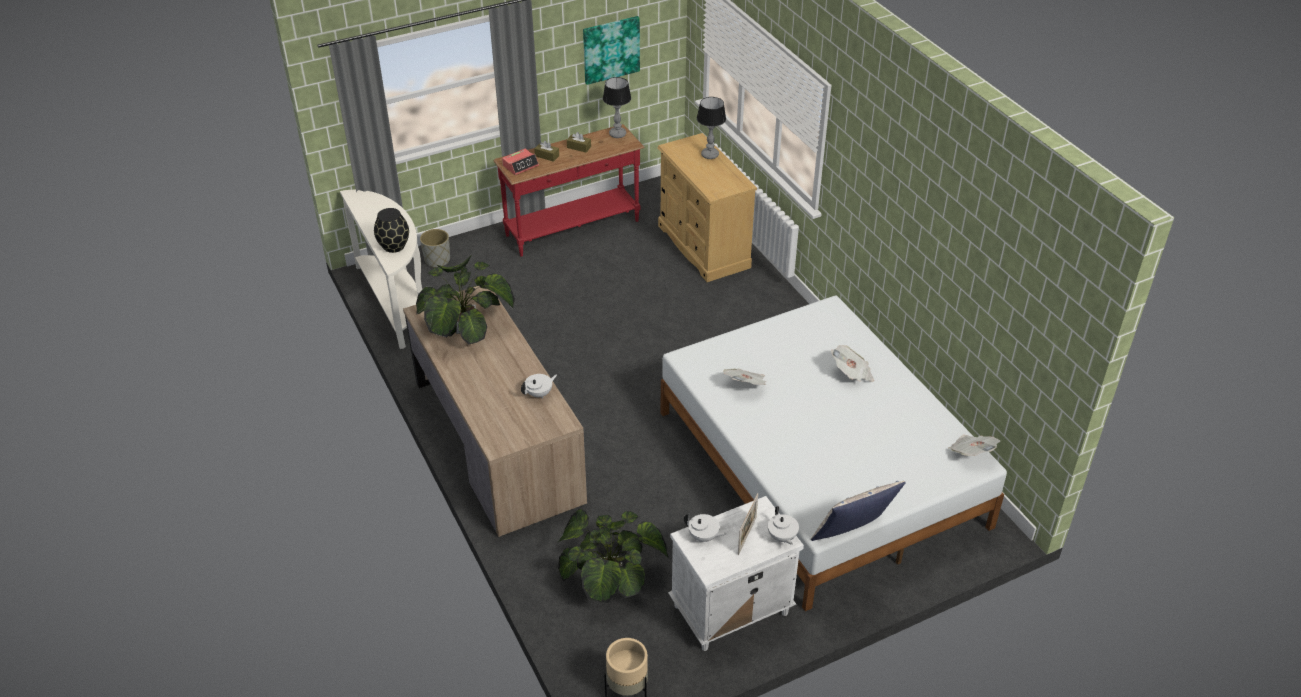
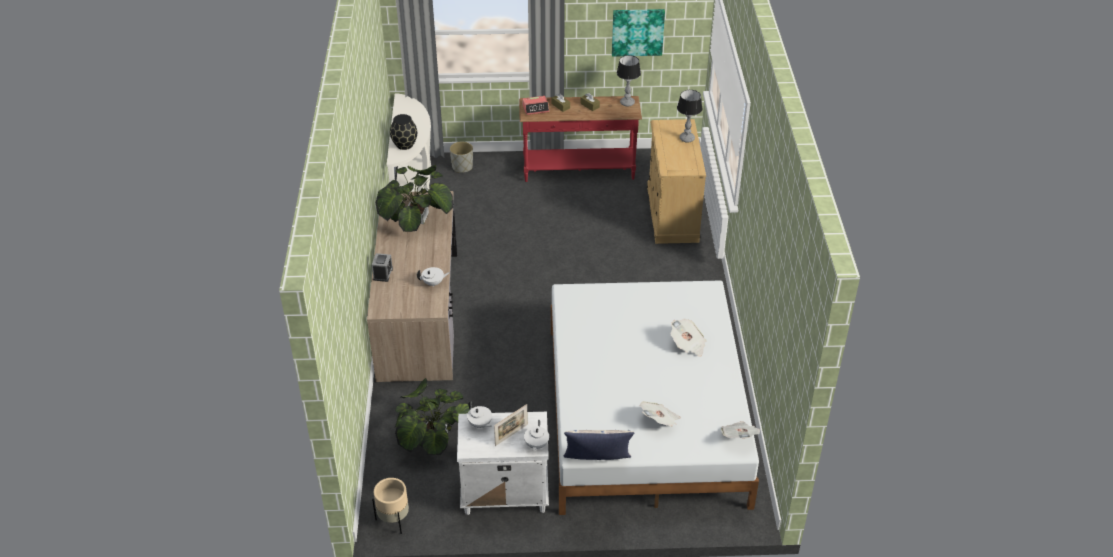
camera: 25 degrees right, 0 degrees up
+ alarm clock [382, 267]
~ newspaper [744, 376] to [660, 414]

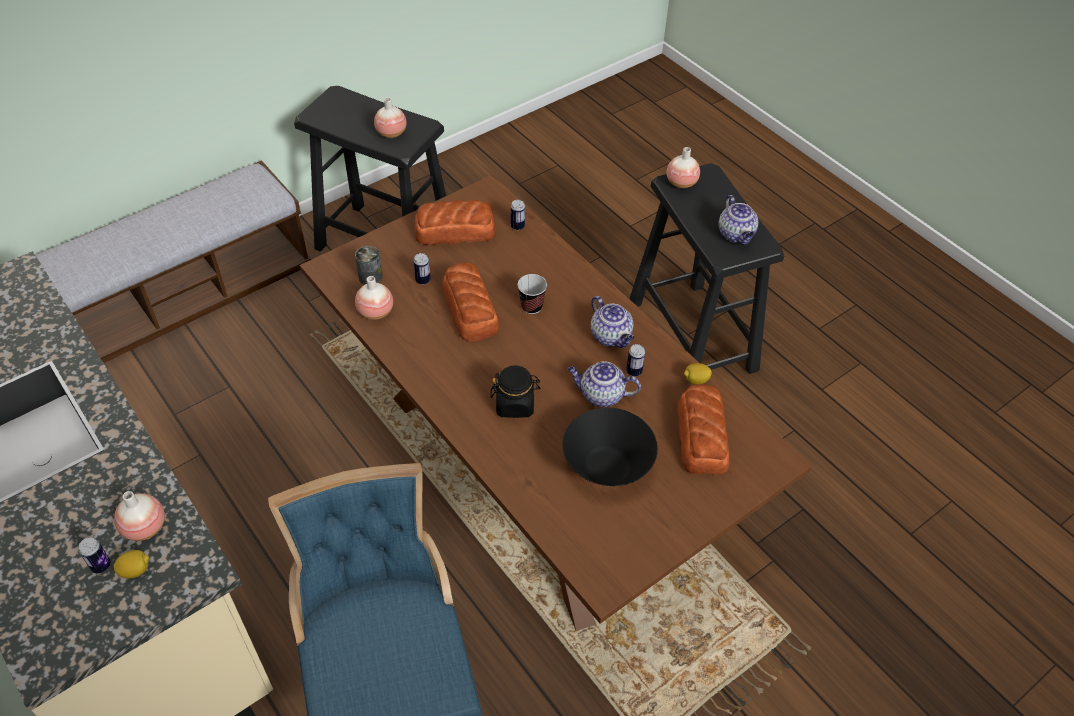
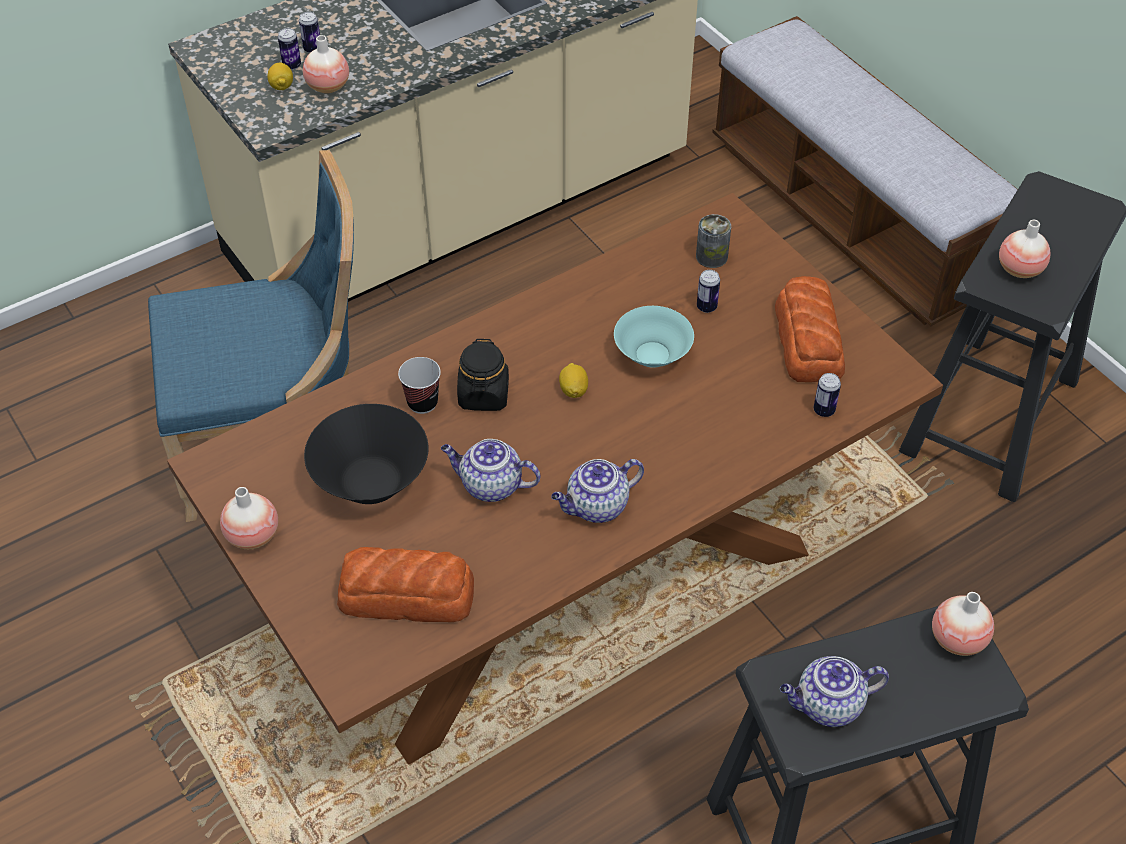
camera: 95 degrees right, 0 degrees up
~ vase [374, 298] to [249, 518]
~ cup [532, 294] to [419, 385]
~ can [635, 360] to [309, 32]
~ lemon [698, 373] to [573, 380]
~ bread [471, 302] to turquoise bowl [654, 337]
~ teapot [604, 384] = [490, 470] 90 degrees counterclockwise

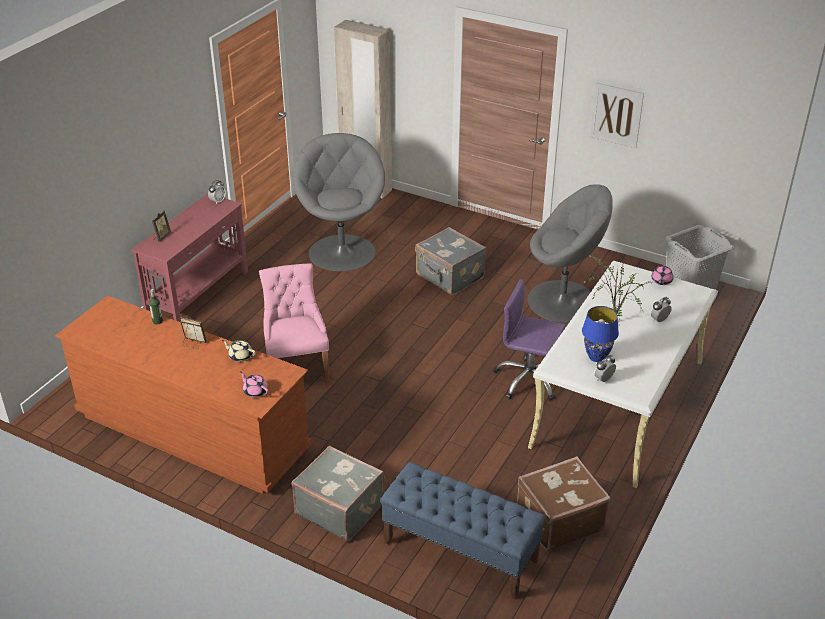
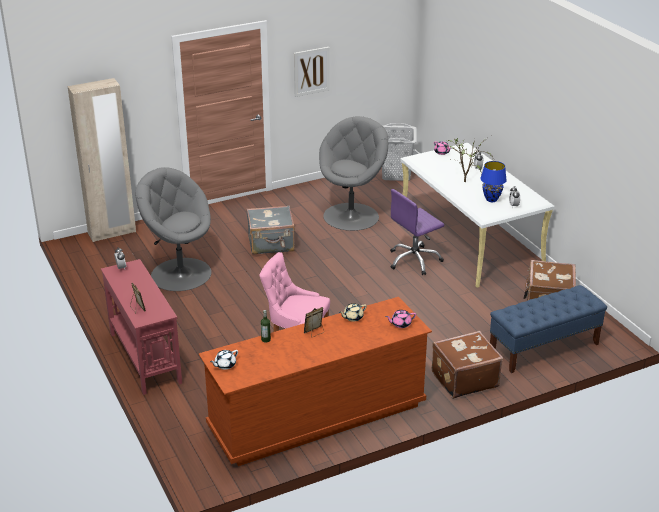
camera: 55 degrees left, 5 degrees down
+ white teapot [224, 360]
~ grey suitcase [338, 494] to brown suitcase [467, 365]

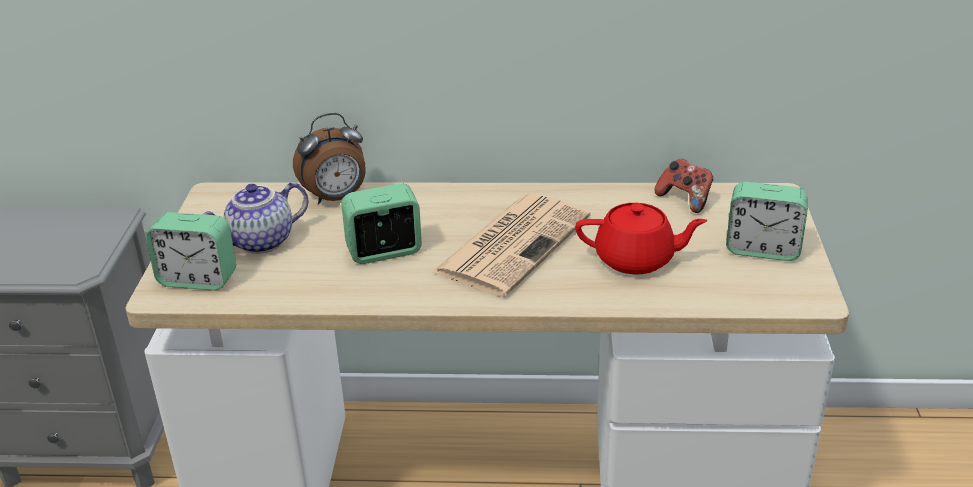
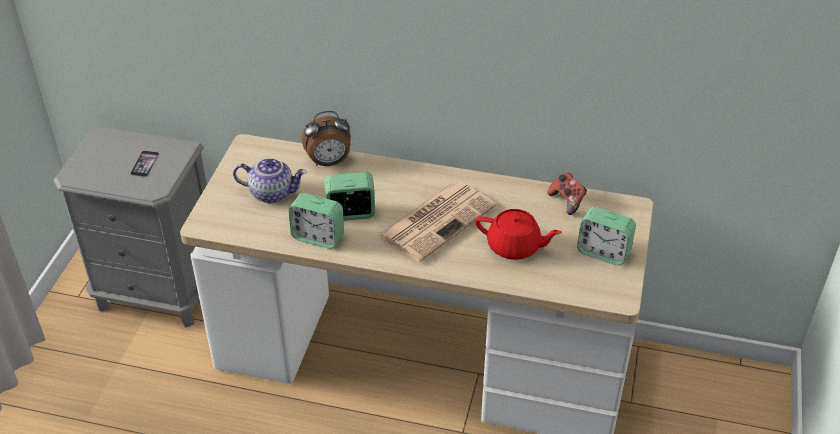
camera: 10 degrees right, 10 degrees up
+ phone [144, 164]
~ alarm clock [191, 251] to [316, 221]
~ teapot [255, 218] = [270, 180] 150 degrees counterclockwise

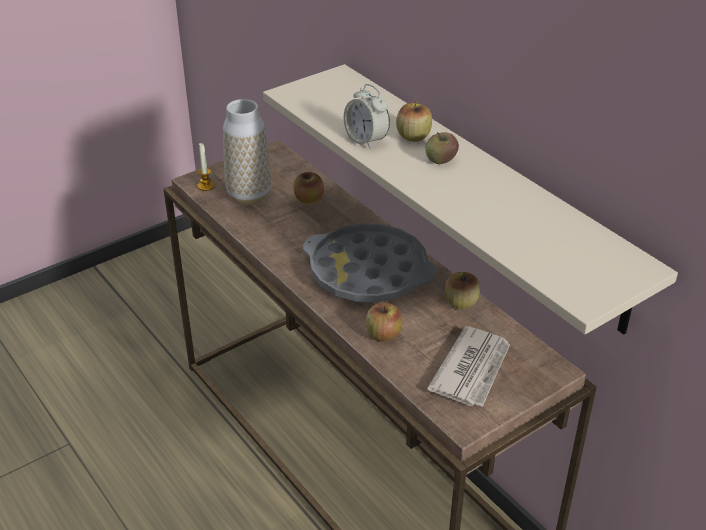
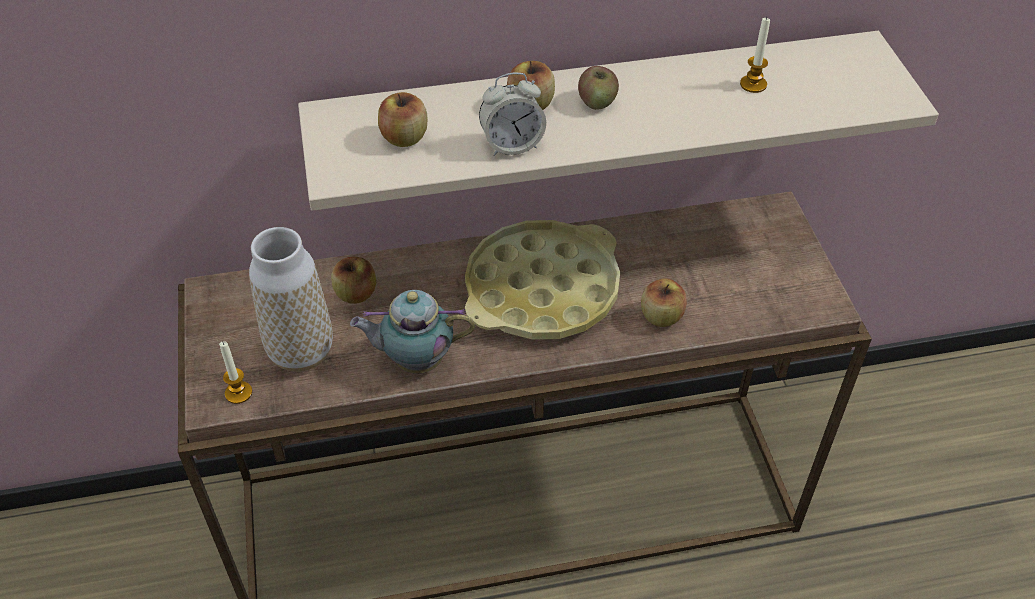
camera: 65 degrees left, 10 degrees up
- newspaper [468, 366]
+ teapot [412, 332]
+ candle [755, 55]
~ apple [462, 290] to [402, 119]
~ grey tray [370, 262] to yellow tray [542, 280]

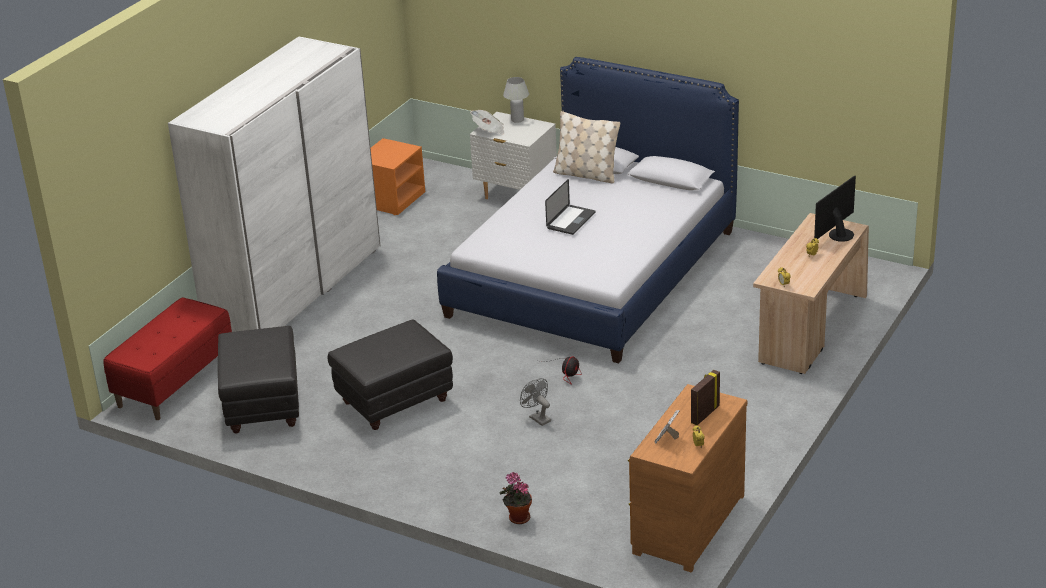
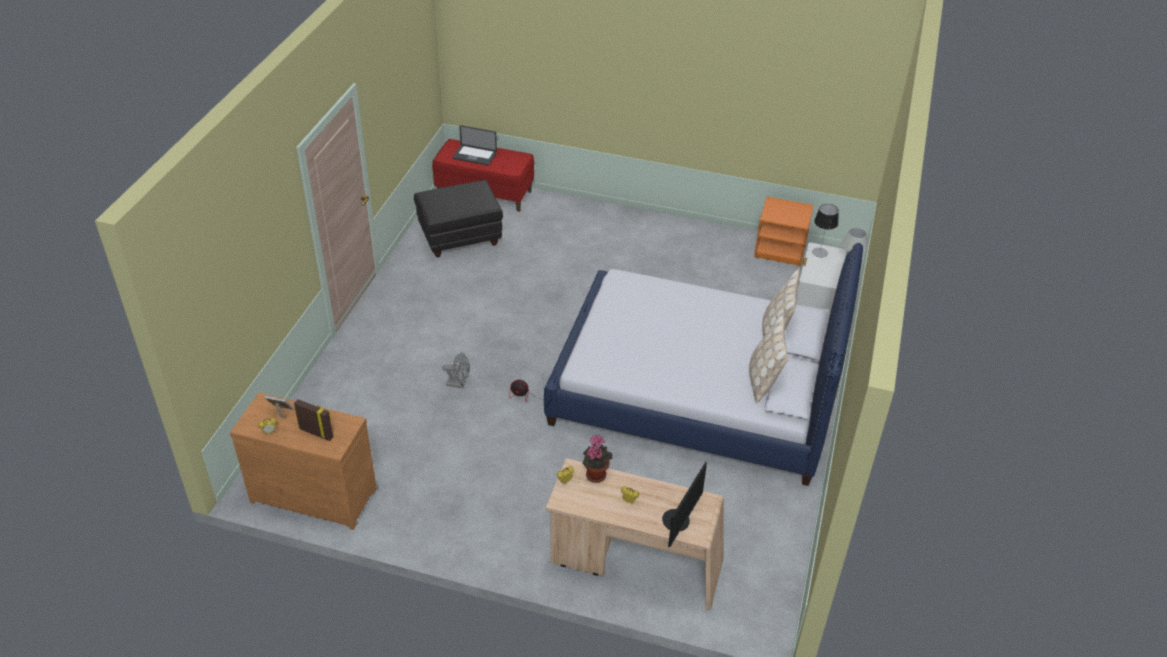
camera: 75 degrees right, 10 degrees up
- white wardrobe [274, 184]
- black ottoman [390, 374]
+ beige pillow [768, 358]
~ potted plant [515, 498] to [597, 458]
~ laptop [570, 207] to [475, 145]
~ newspaper [487, 122] to table lamp [825, 230]
~ grey fan [535, 402] = [456, 370] 60 degrees clockwise
~ monitor [835, 209] = [684, 504] 90 degrees clockwise

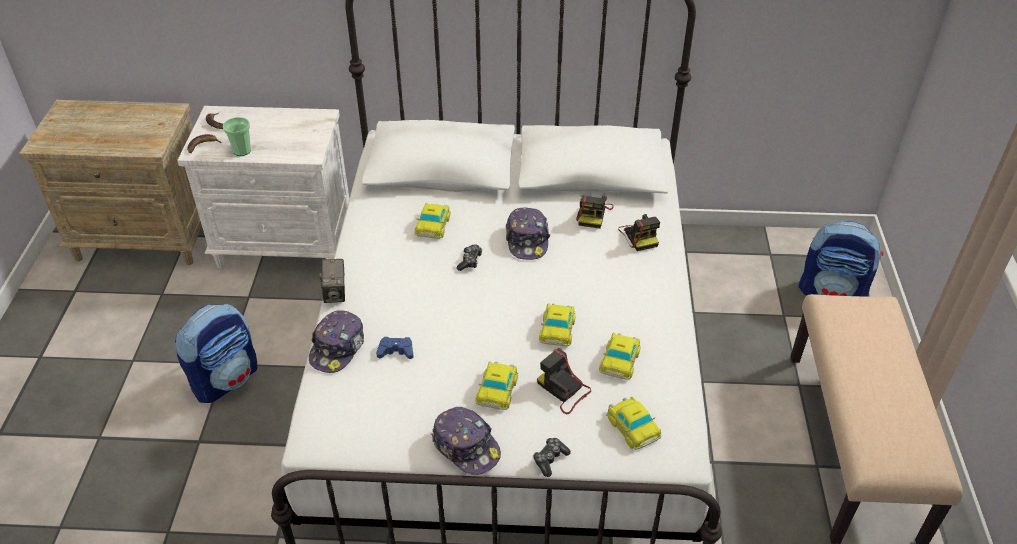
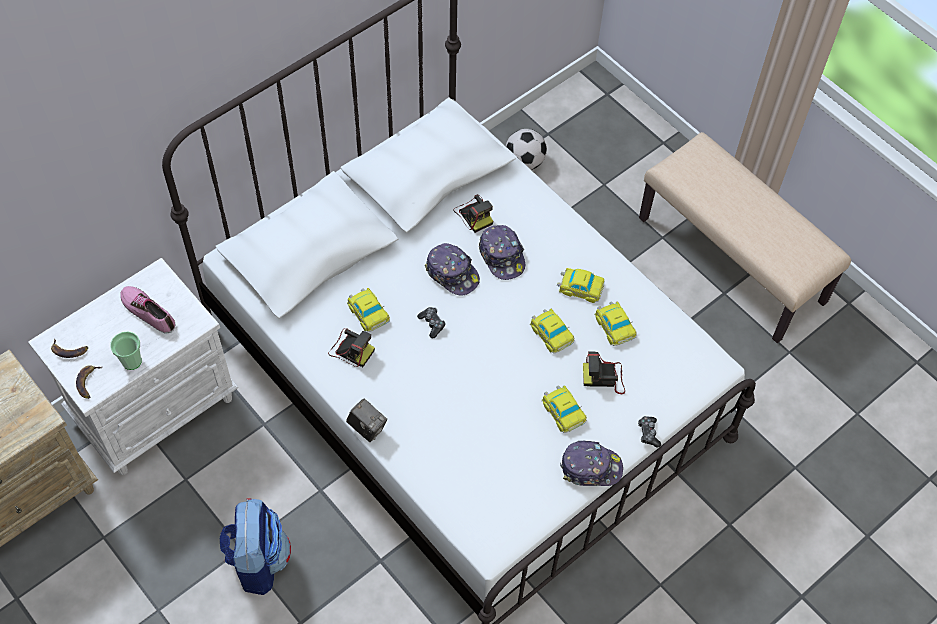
camera: 45 degrees left, 15 degrees up
- blue game controller [395, 348]
- backpack [841, 259]
+ shoe [148, 309]
+ football [526, 149]
~ cap [336, 341] to [502, 252]
~ toy car [634, 423] to [581, 285]
~ photo camera [639, 232] to [351, 347]

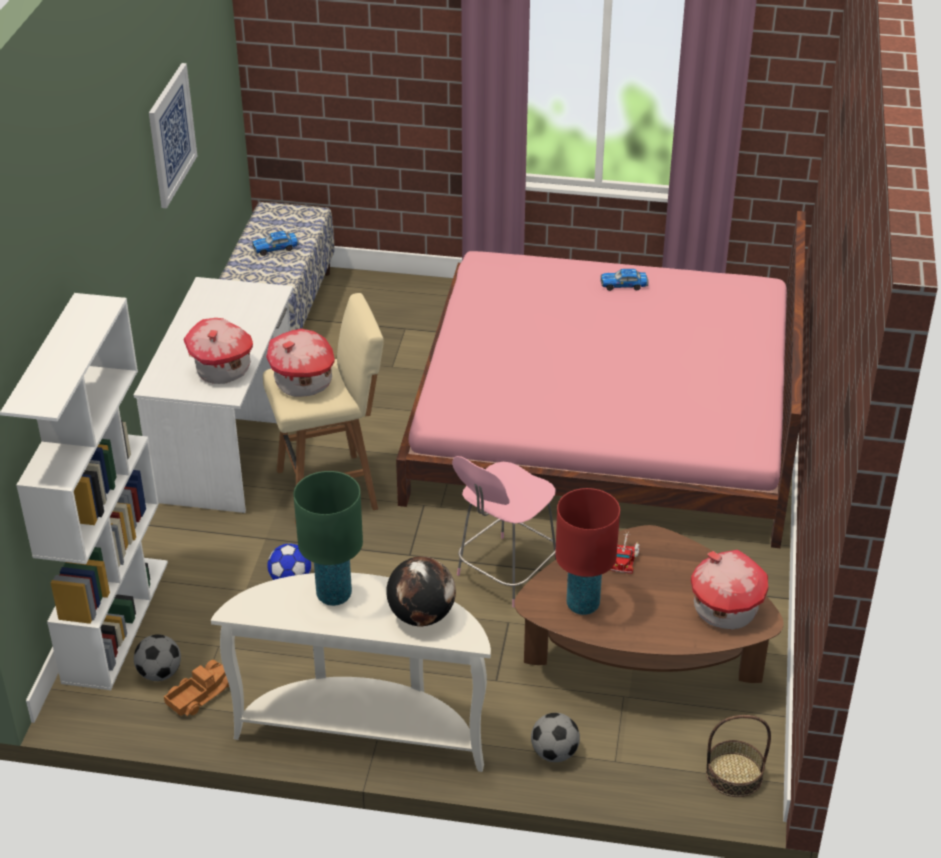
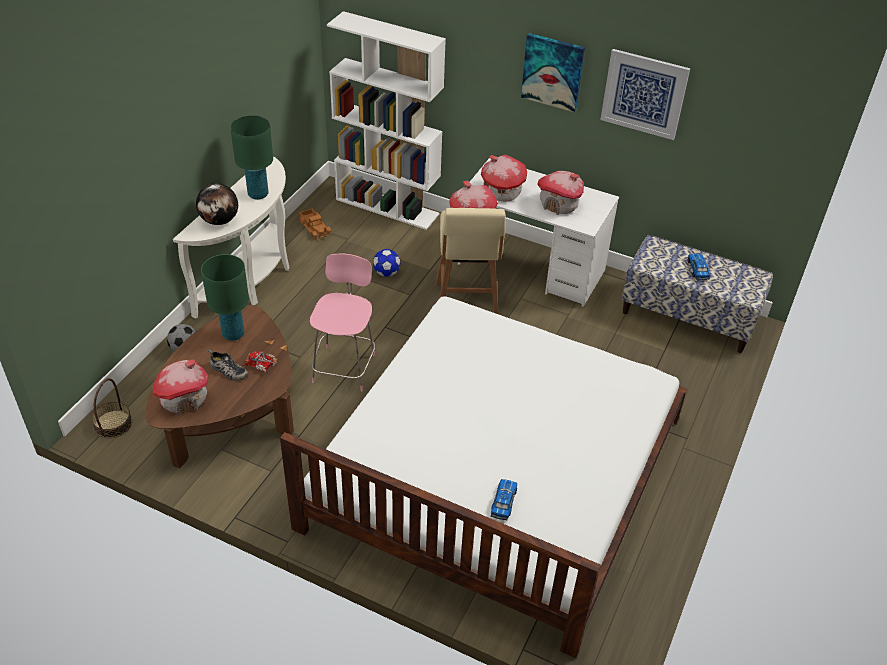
camera: 105 degrees right, 5 degrees up
- football [157, 657]
+ shoe [228, 365]
+ picture [553, 72]
+ toy house [561, 193]
~ toy car [625, 280] to [504, 500]
~ pink bed [601, 379] to white bed [483, 477]
~ red table lamp [587, 551] to green table lamp [225, 297]
~ pink chair [504, 532] = [342, 322] 45 degrees clockwise

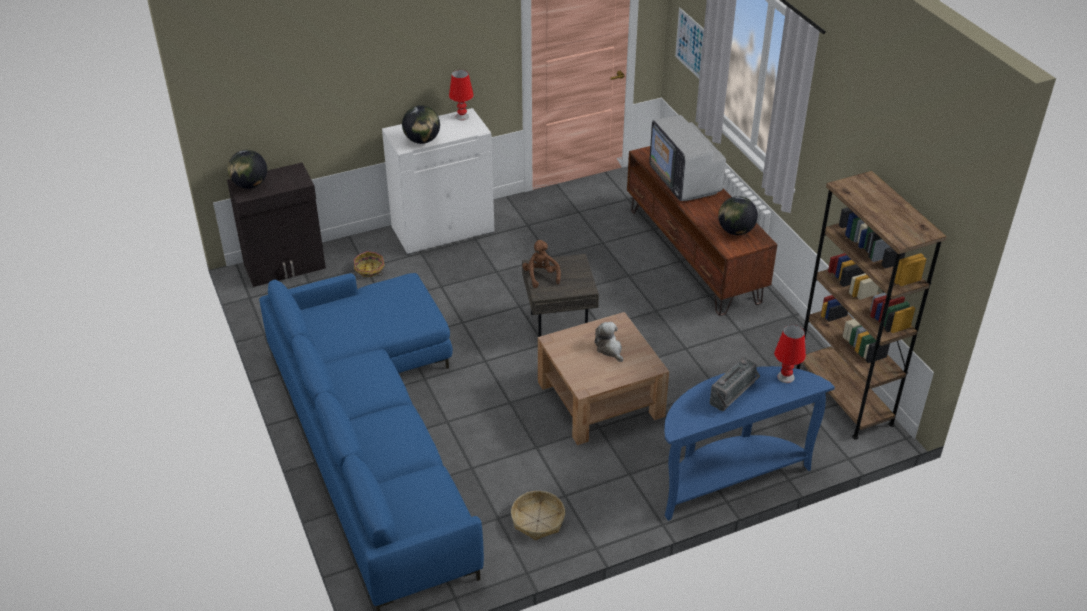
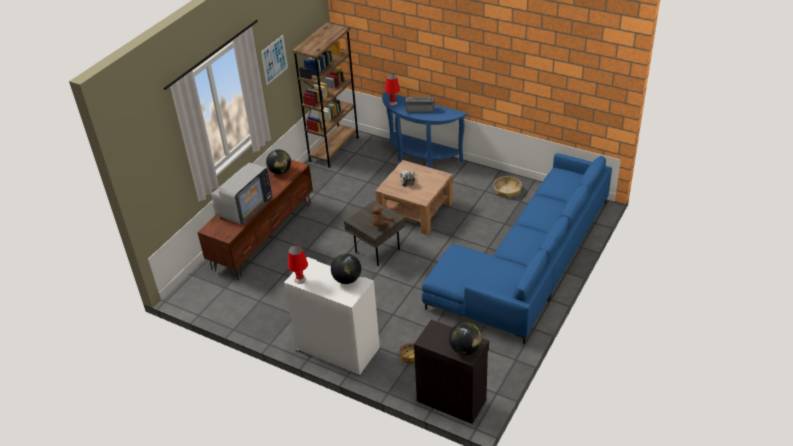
camera: 125 degrees left, 0 degrees up
~ picture [689, 42] to [274, 60]

